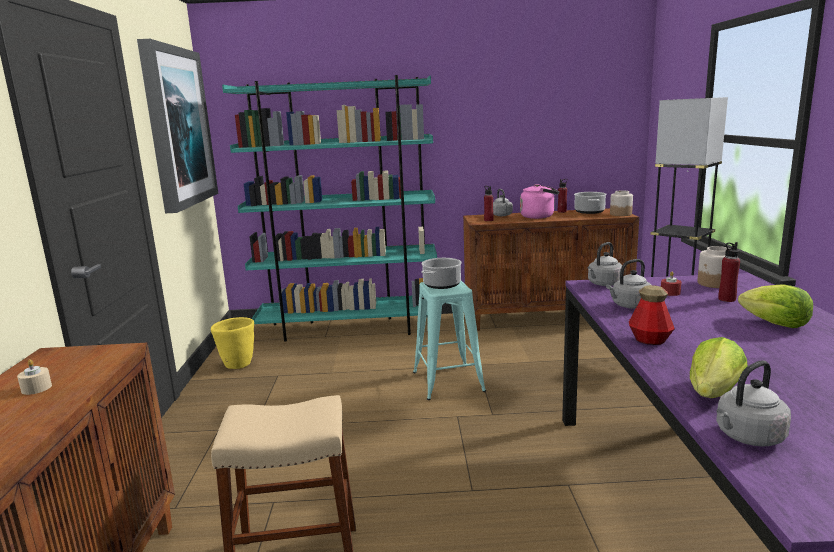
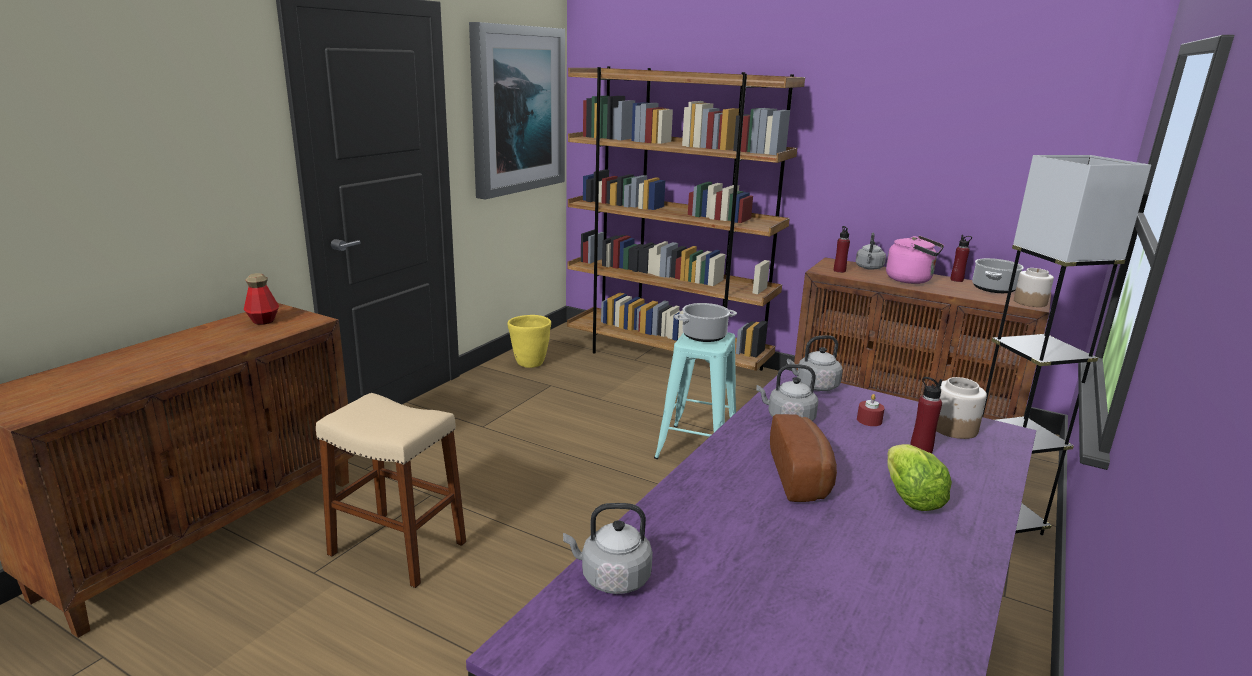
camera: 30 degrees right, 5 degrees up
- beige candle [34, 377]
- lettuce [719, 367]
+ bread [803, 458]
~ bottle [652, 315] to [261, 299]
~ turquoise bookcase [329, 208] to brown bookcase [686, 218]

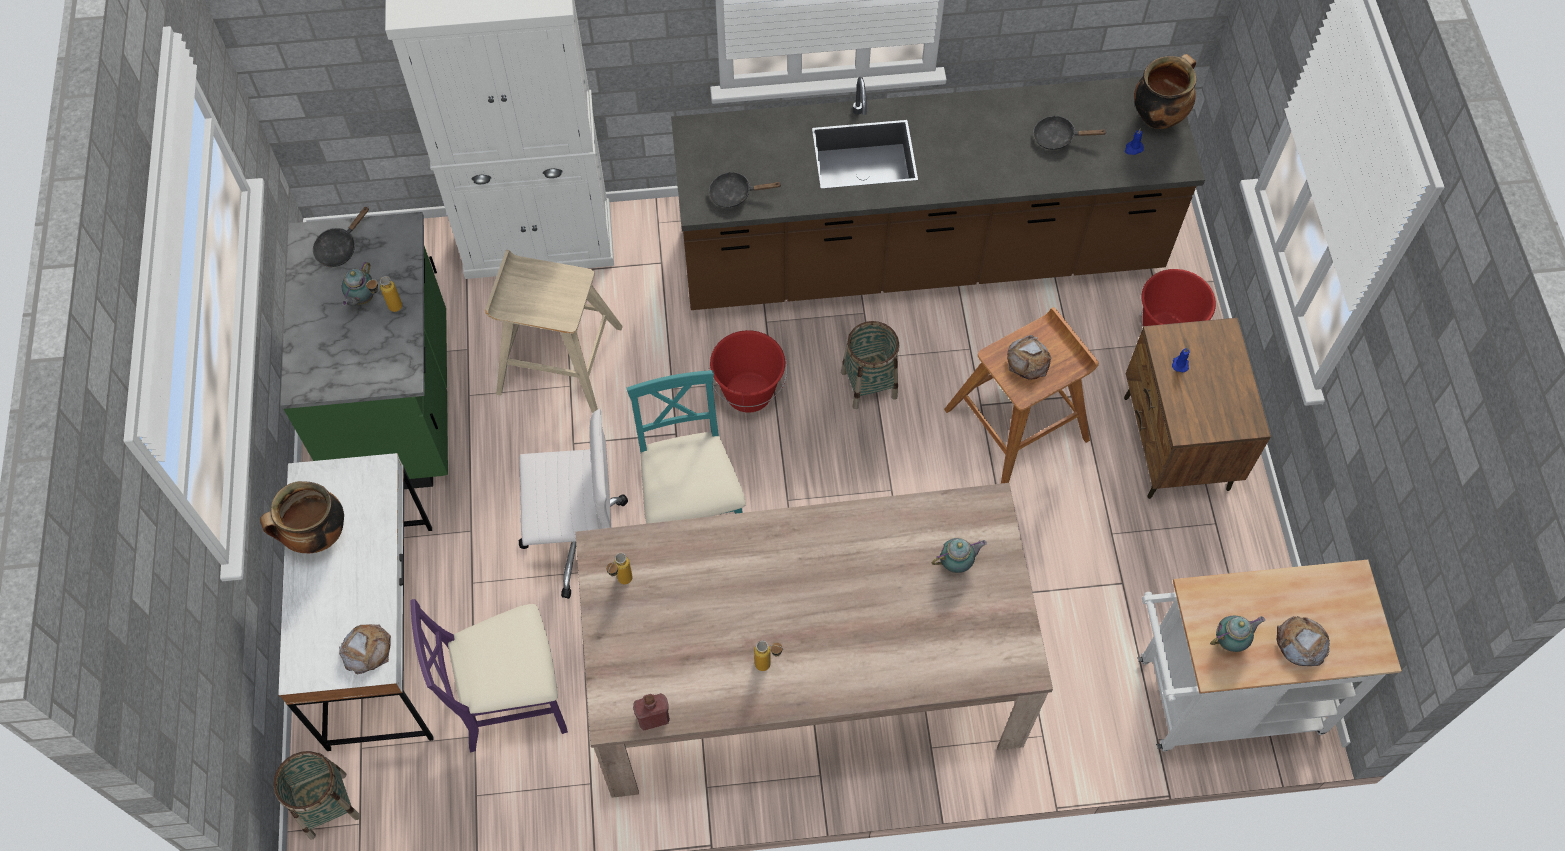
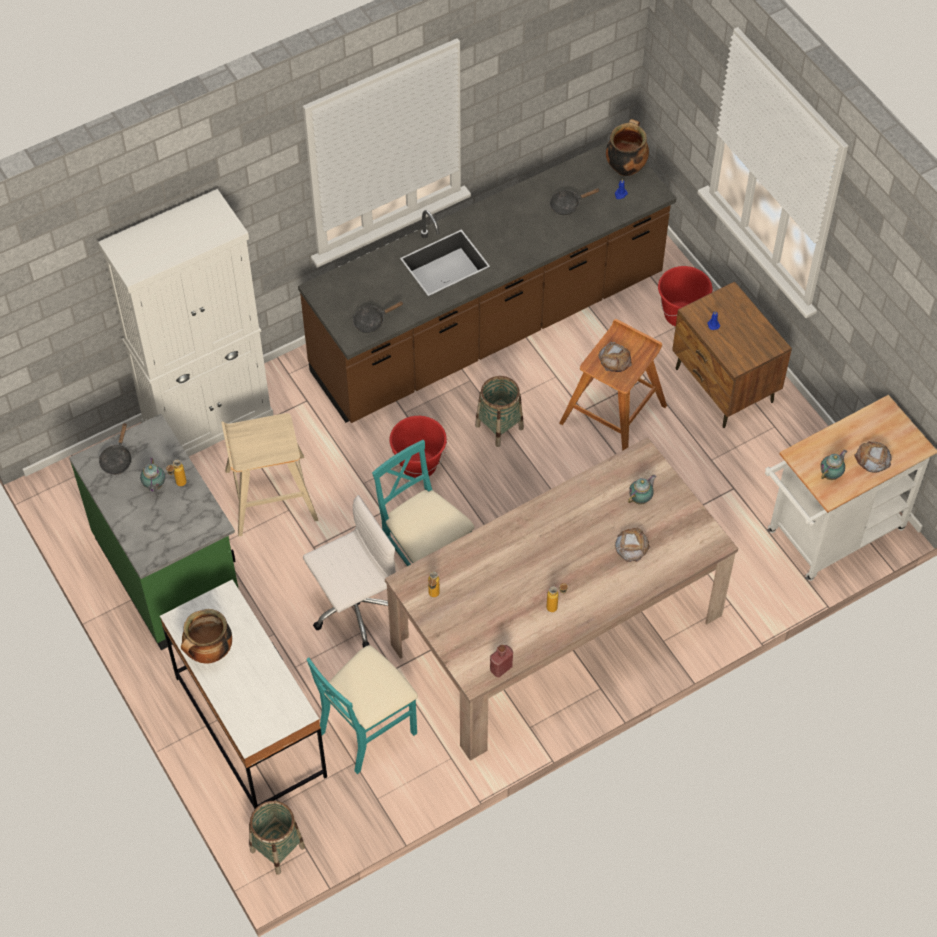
camera: 25 degrees left, 5 degrees down
~ bread [365, 649] to [632, 544]
~ purple chair [489, 676] to turquoise chair [362, 709]

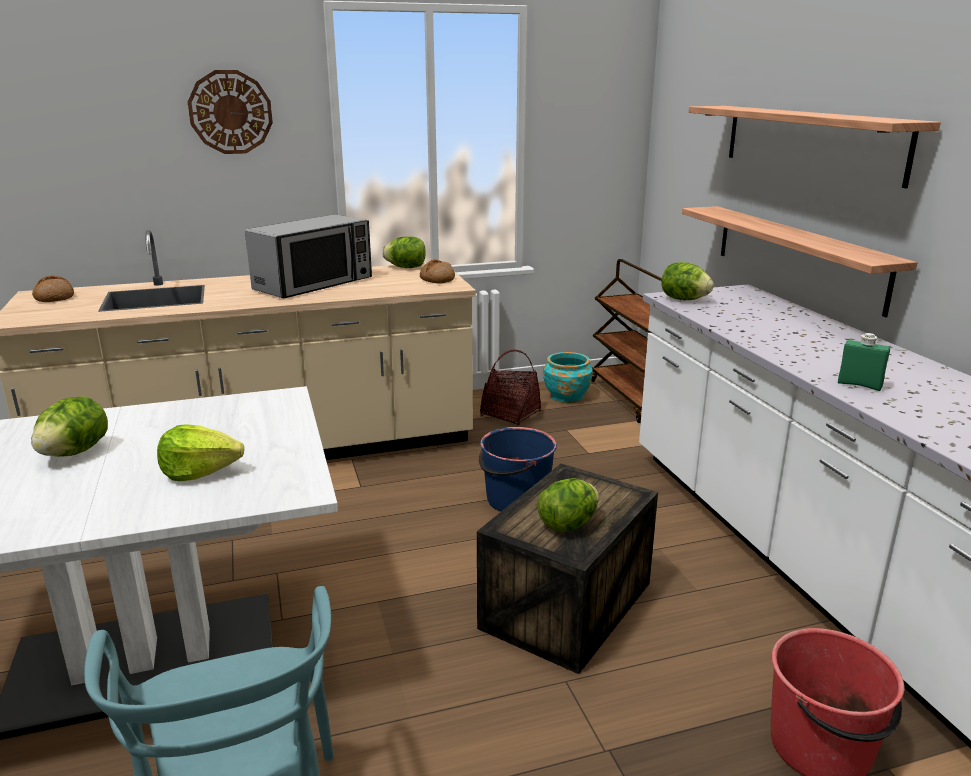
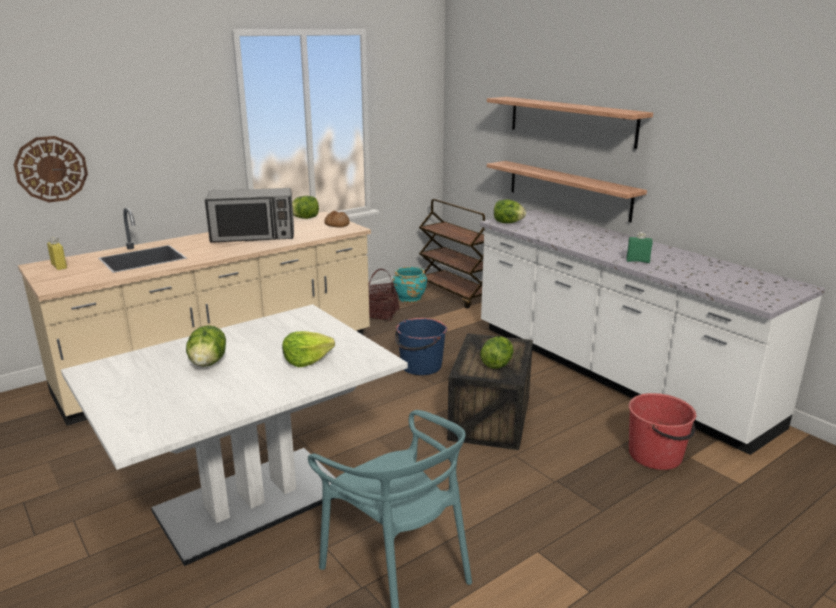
camera: 20 degrees left, 0 degrees up
~ wall clock [230, 112] to [51, 169]
~ bread [53, 288] to yellow bottle [57, 253]
~ microwave [308, 256] = [249, 215] 60 degrees clockwise

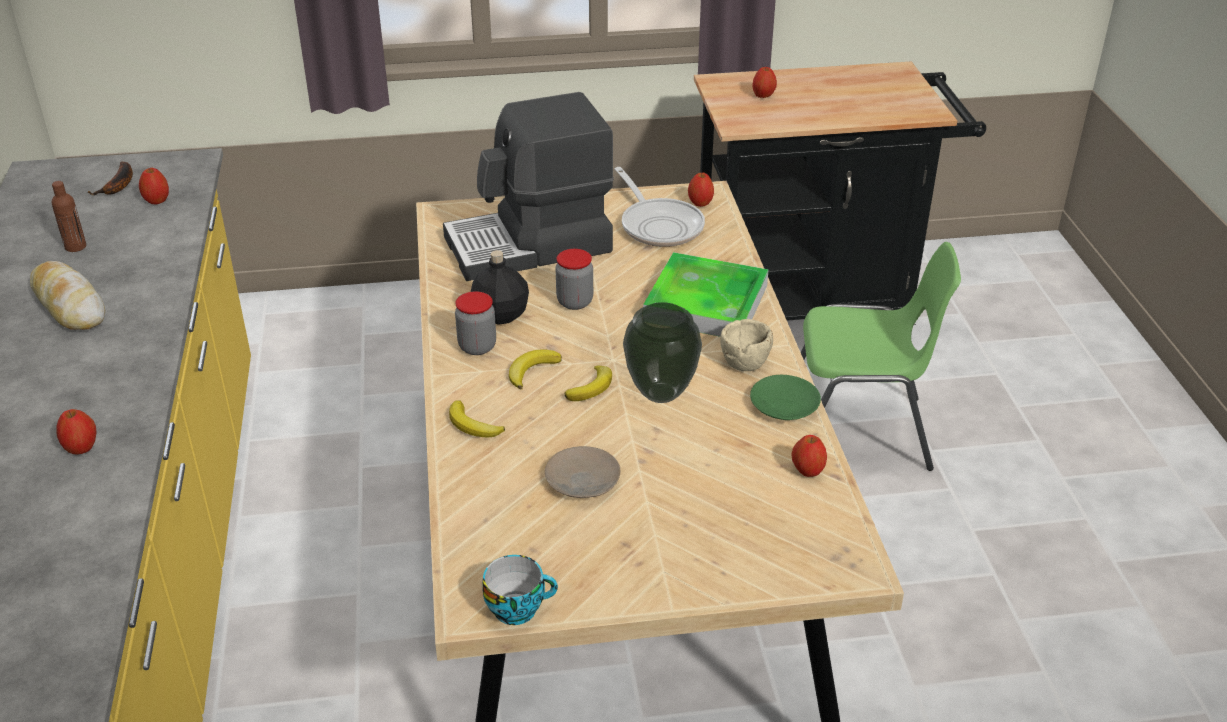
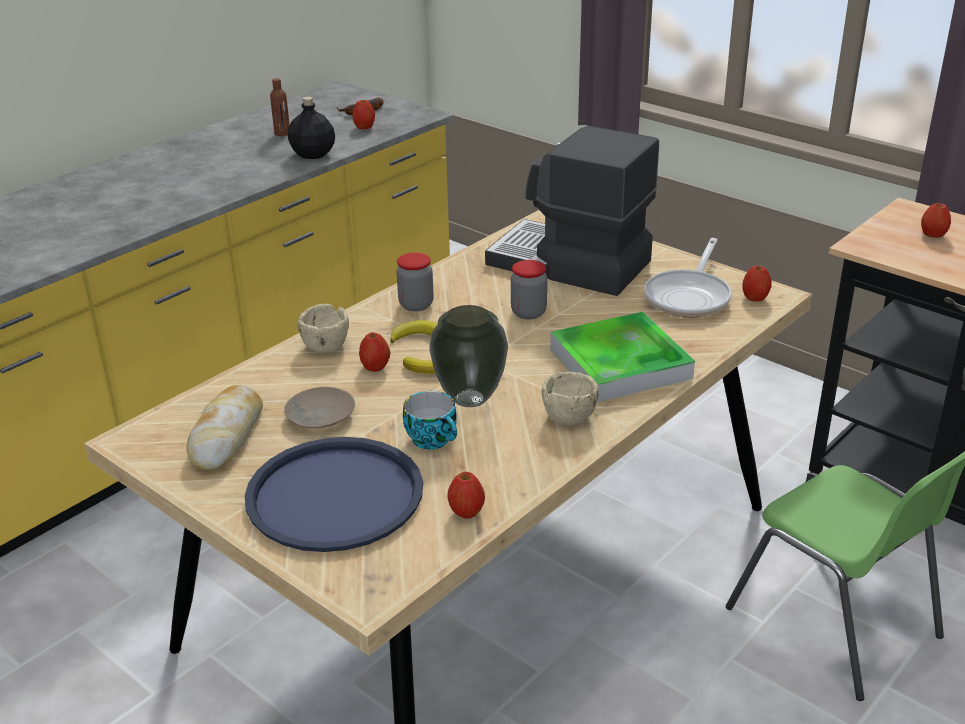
camera: 50 degrees right, 5 degrees down
- green plate [785, 397]
+ blue tray [334, 494]
~ bread [67, 295] to [225, 427]
~ apple [76, 432] to [374, 352]
~ black bottle [500, 287] to [311, 128]
~ cup [520, 590] to [430, 420]
~ banana [477, 419] to beige bowl [323, 328]

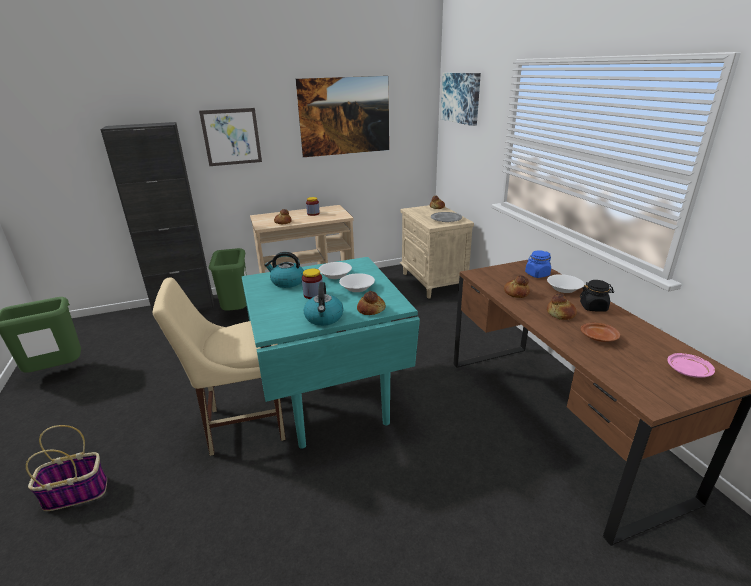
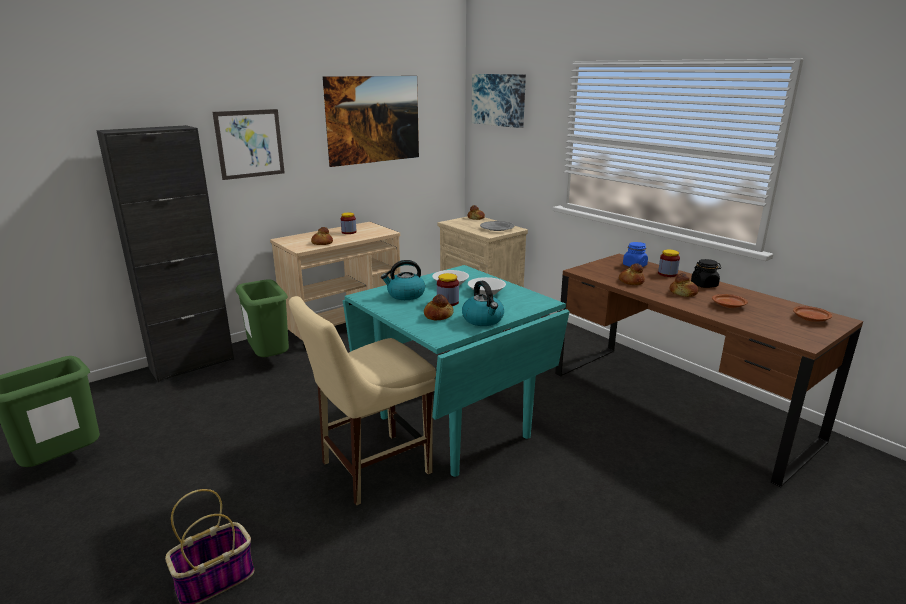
camera: 20 degrees left, 5 degrees down
~ bread [371, 303] to [439, 307]
~ white bowl [565, 283] to jar [669, 263]
~ pink plate [691, 365] to brown plate [812, 314]

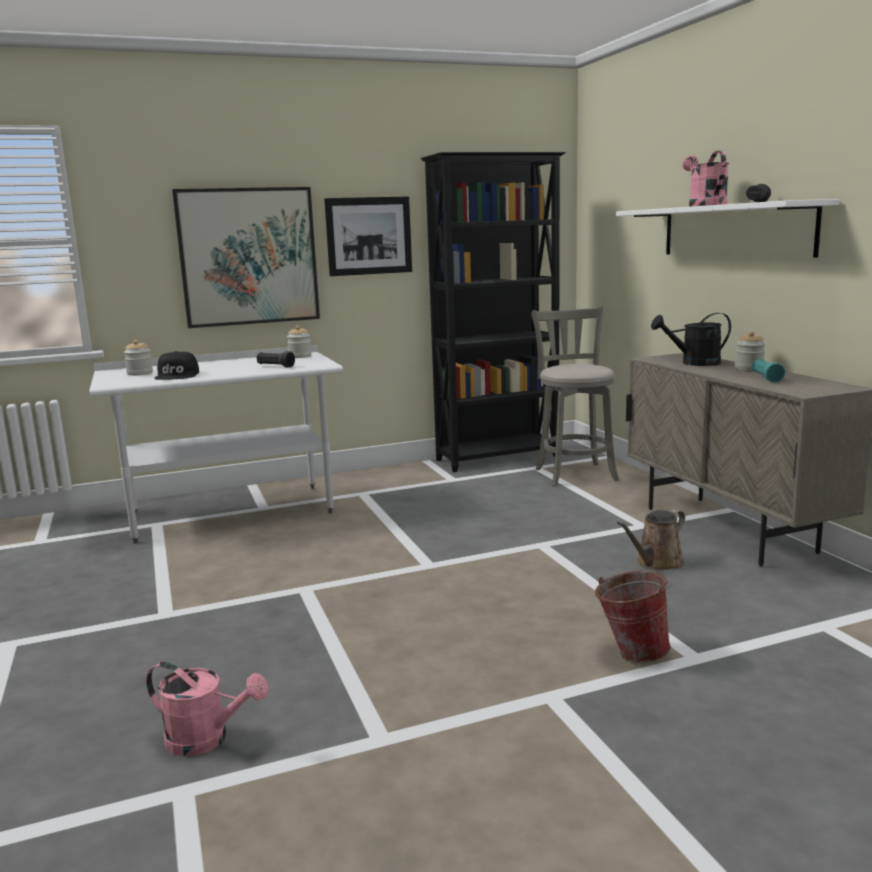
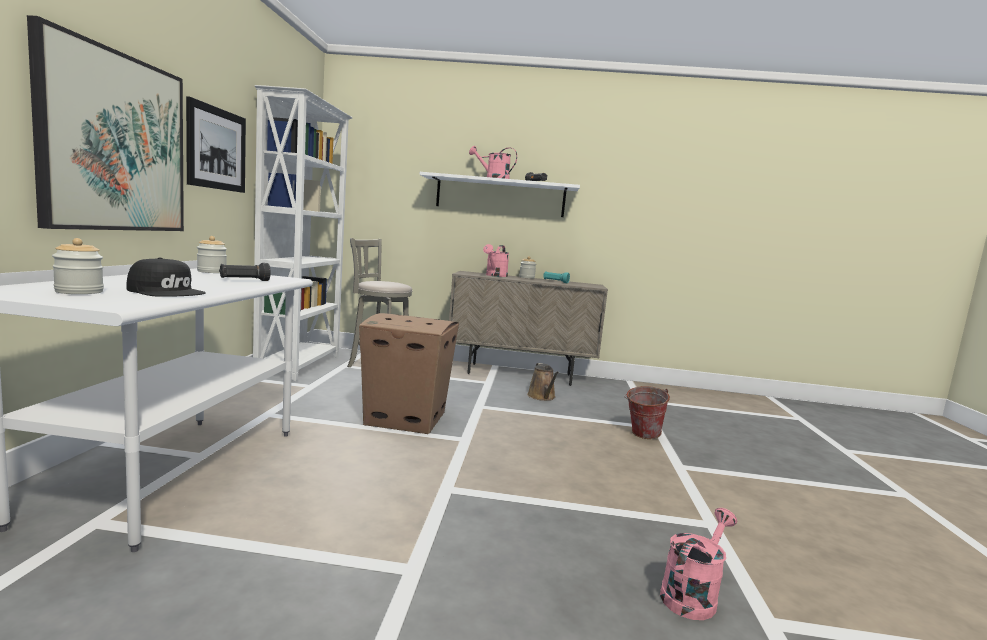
camera: 65 degrees left, 5 degrees down
+ cardboard box [409, 373]
~ black bookcase [493, 312] to white bookcase [303, 233]
~ black watering can [691, 339] to pink watering can [496, 260]

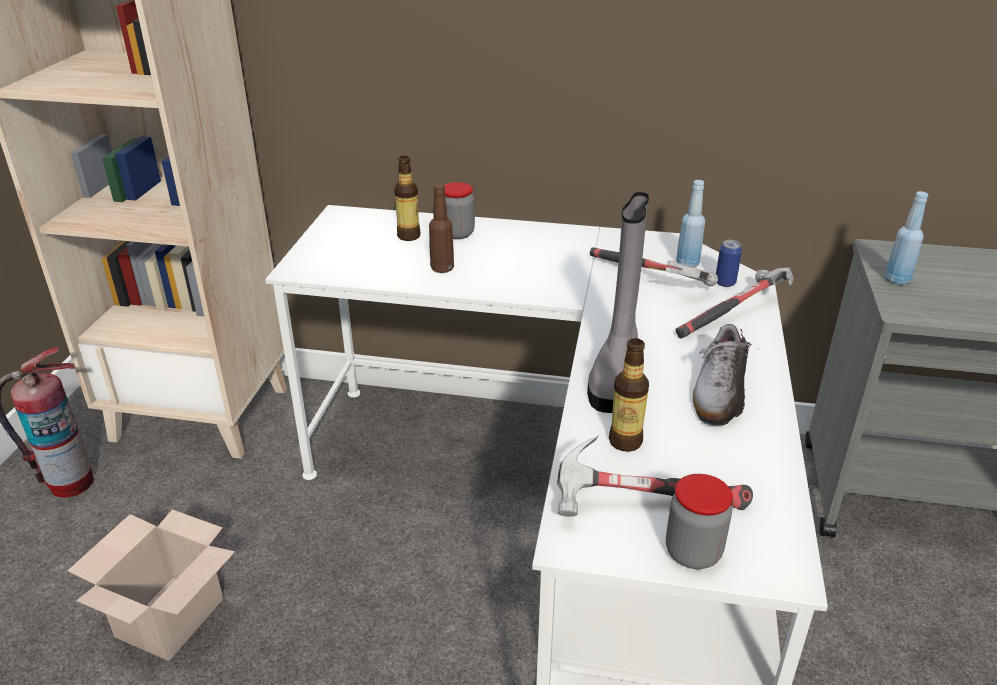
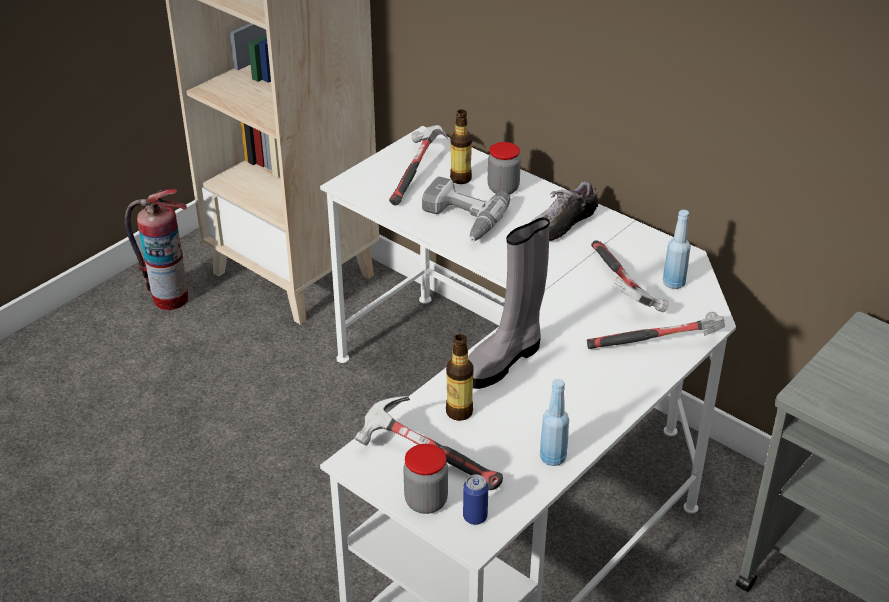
camera: 30 degrees right, 5 degrees up
- cardboard box [151, 585]
+ hammer [418, 165]
~ shoe [722, 375] to [565, 211]
~ can [729, 263] to [475, 499]
~ blue bottle [906, 238] to [554, 422]
~ brown bottle [441, 228] to power drill [466, 209]

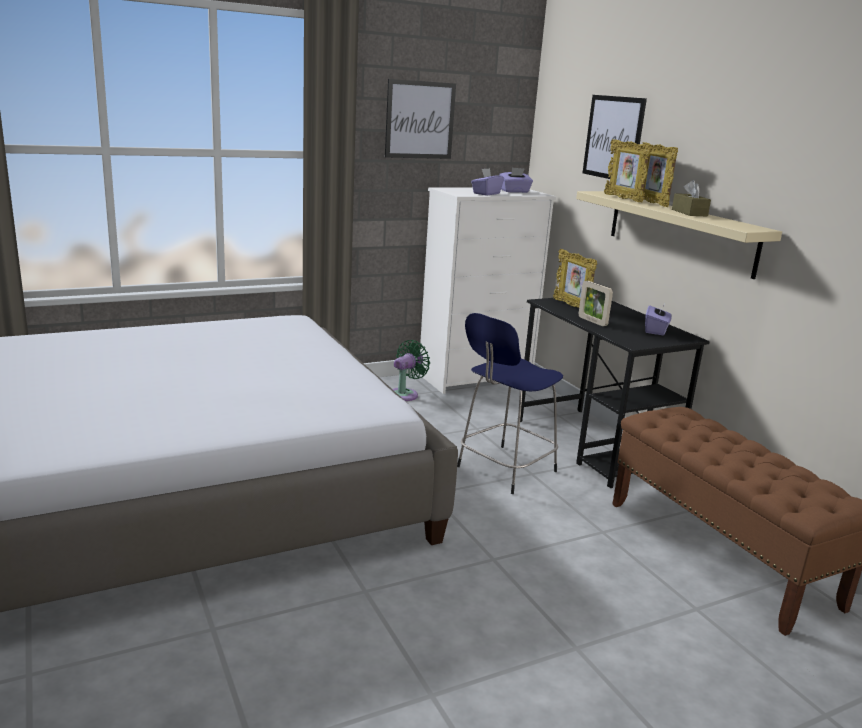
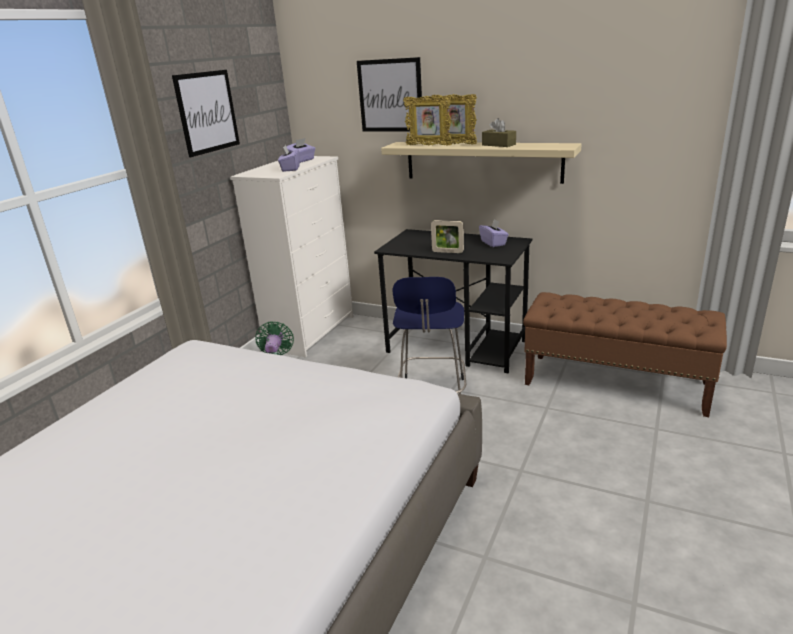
camera: 35 degrees left, 5 degrees up
- picture frame [575, 278]

